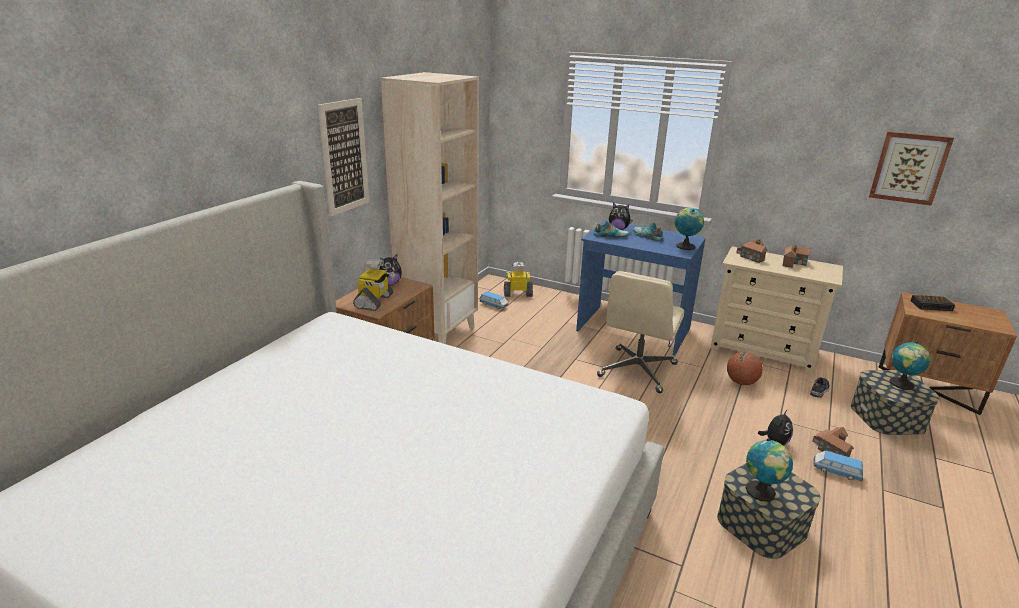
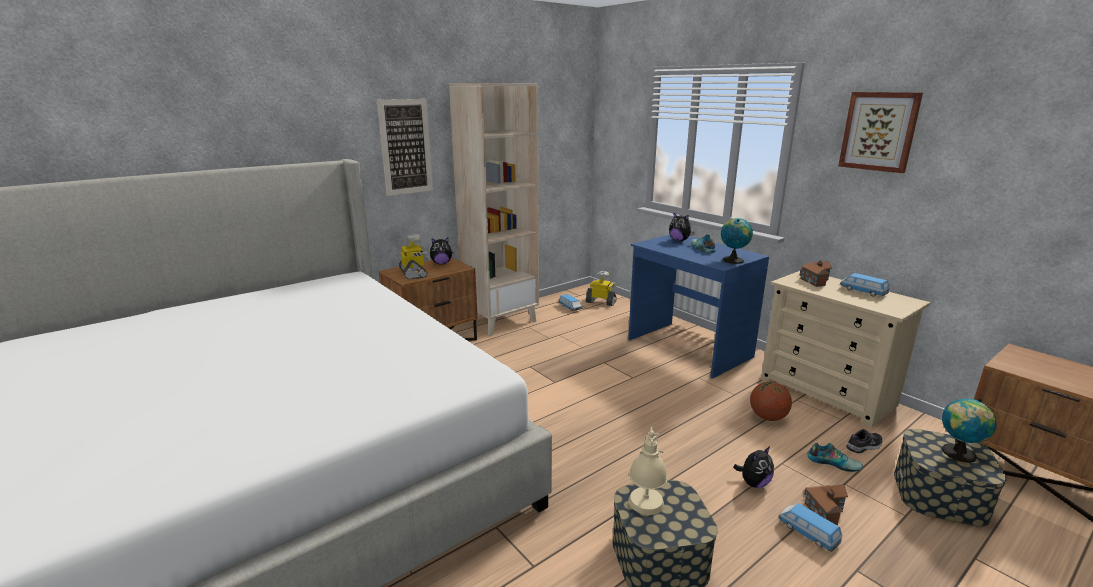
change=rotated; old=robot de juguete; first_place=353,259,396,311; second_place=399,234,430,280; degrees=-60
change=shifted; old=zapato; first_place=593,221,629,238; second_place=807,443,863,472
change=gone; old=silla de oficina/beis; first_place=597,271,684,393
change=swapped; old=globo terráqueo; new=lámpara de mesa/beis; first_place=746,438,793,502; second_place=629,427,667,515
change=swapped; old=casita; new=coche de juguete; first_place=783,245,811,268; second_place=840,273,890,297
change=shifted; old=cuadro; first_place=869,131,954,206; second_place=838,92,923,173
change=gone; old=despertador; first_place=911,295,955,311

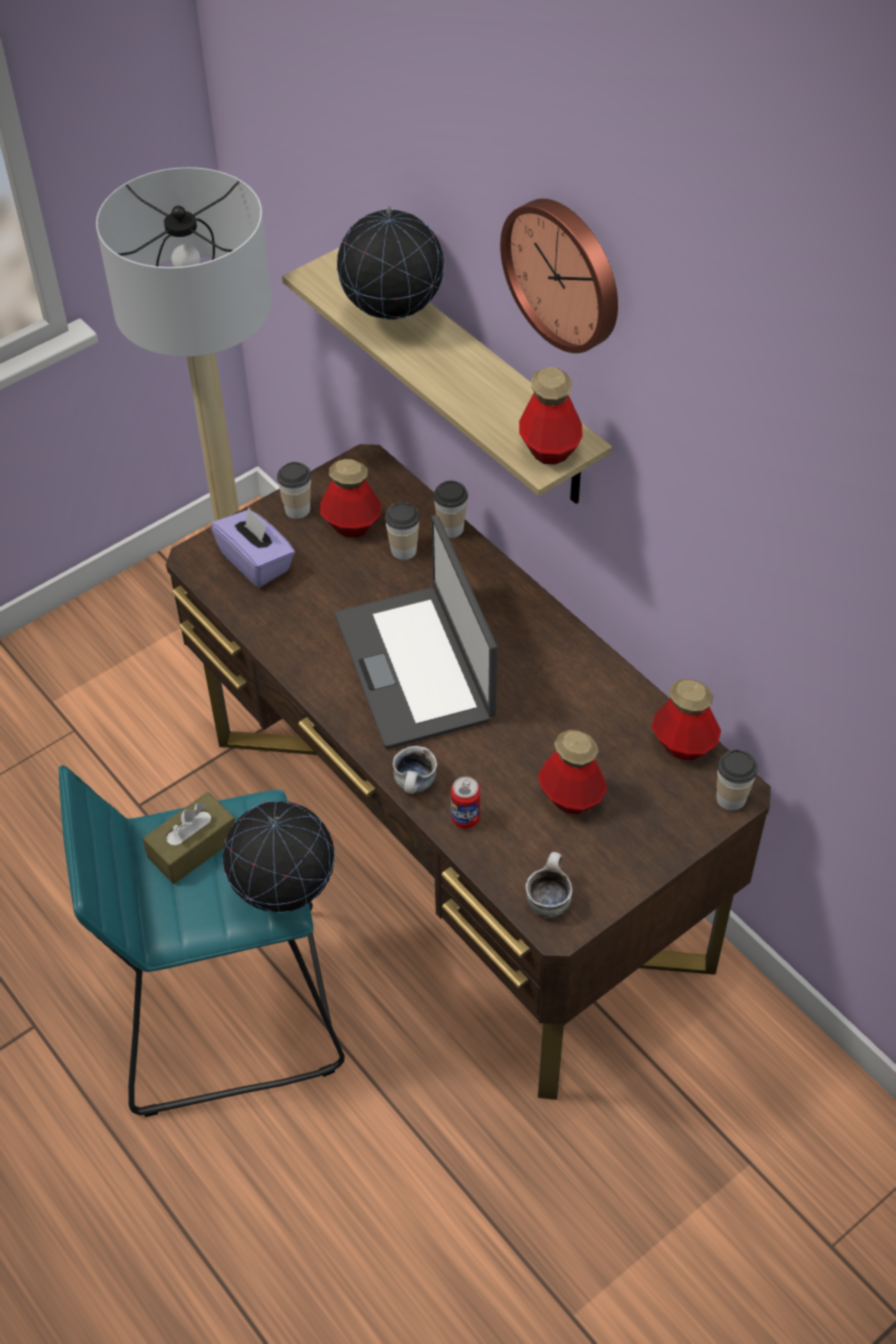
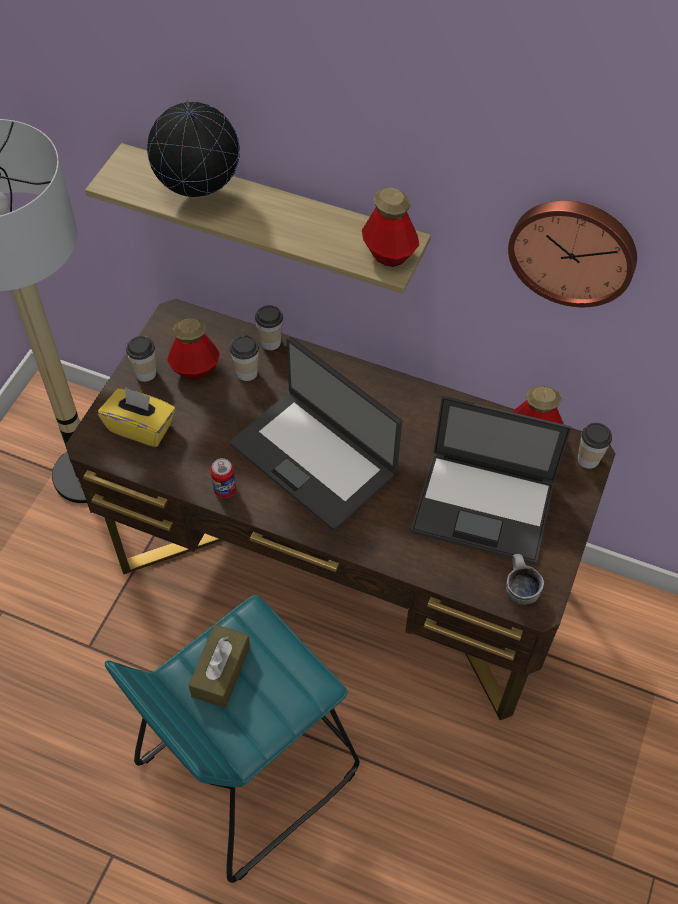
change=repainted; old=caja de pañuelos/morado; new=caja de pañuelos/amarillo; first_place=211,507,295,588; second_place=98,387,175,447
change=gone; old=globo terráqueo; first_place=223,801,335,913
change=gone; old=taza grande; first_place=393,746,437,794
change=shifted; old=lata; first_place=451,777,480,829; second_place=210,458,236,498
change=shifted; old=reloj de pared; first_place=500,199,618,353; second_place=508,200,637,307
change=swapped; old=botella; new=portátil; first_place=538,729,608,814; second_place=411,396,572,565

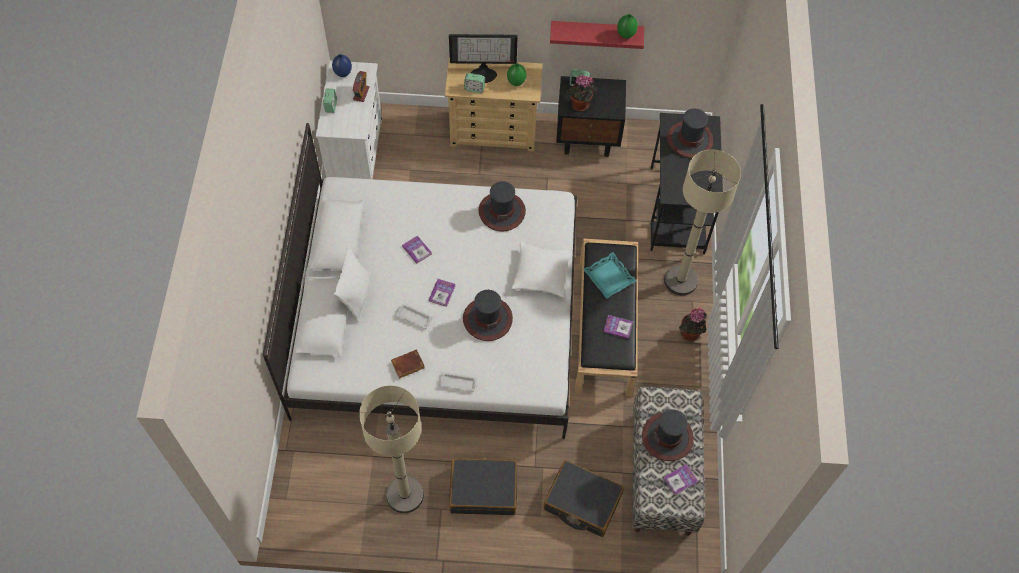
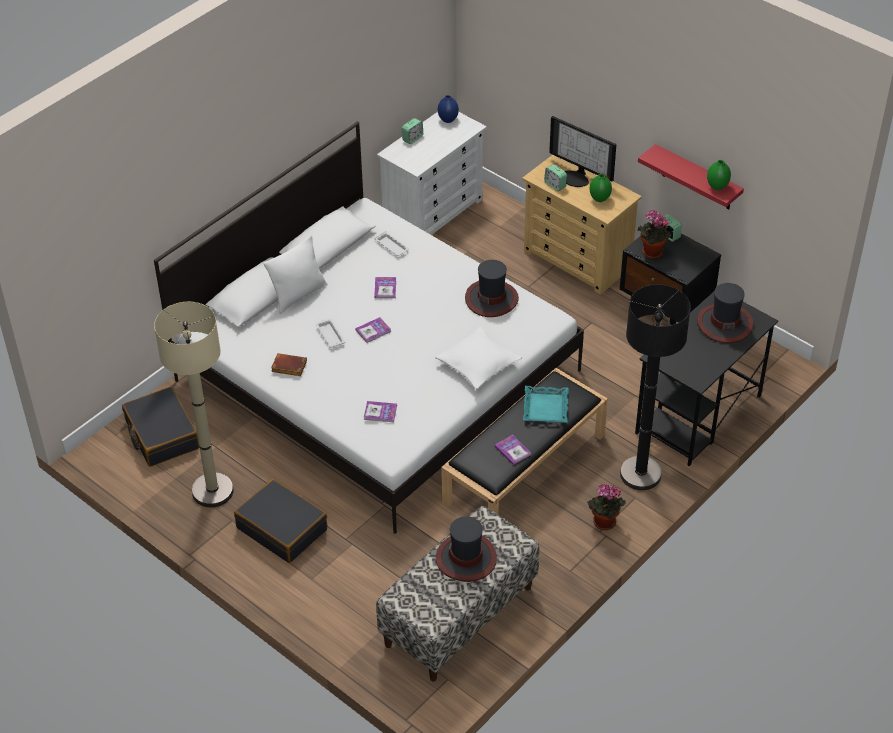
change=gone; old=despertador; first_place=353,71,369,102
change=shifted; old=bandeja/blanco; first_place=439,372,478,392; second_place=374,231,409,256
change=gone; old=sombrero; first_place=463,290,513,341
change=shifted; old=maleta/negro; first_place=544,460,624,537; second_place=122,387,199,467
change=shifted; old=libro; first_place=663,464,698,495; second_place=364,401,397,422
change=repainted; old=lámpara de pie/beis; new=lámpara de pie/negro; first_place=664,149,741,296; second_place=620,284,691,490

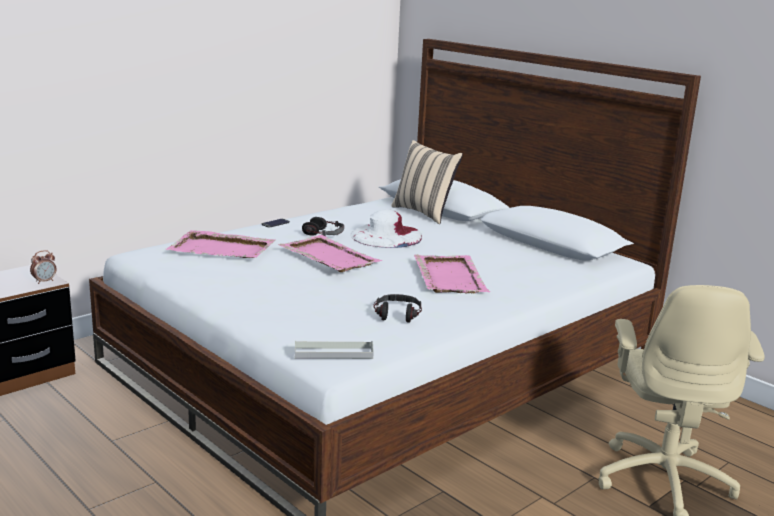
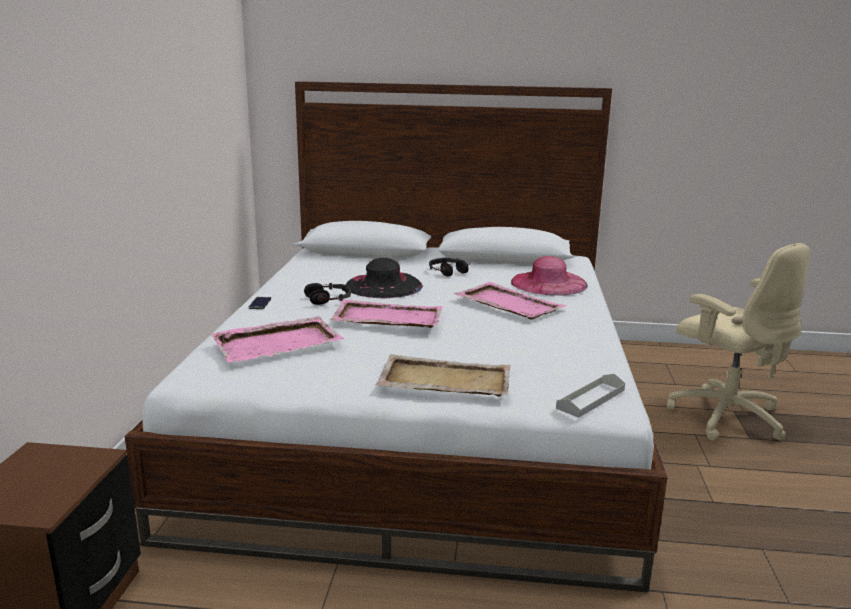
change=gone; old=despertador; first_place=30,250,56,284
change=repainted; old=sombrero/blanco; new=sombrero/negro; first_place=350,209,422,248; second_place=345,258,423,298
change=shifted; old=auriculares; first_place=373,294,422,323; second_place=429,258,469,277
change=gone; old=cojín/beis; first_place=391,140,463,224
change=new; new=bandeja/beis; second_place=376,354,511,397
change=new; new=sombrero/rosa; second_place=511,256,588,296

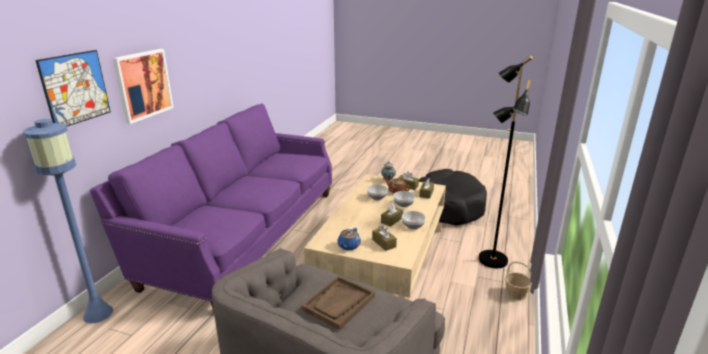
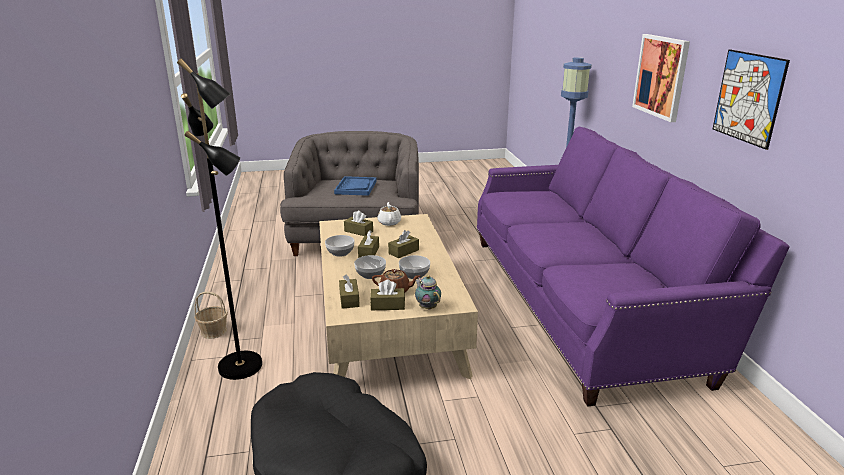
change=shifted; old=cuadro; first_place=35,50,111,127; second_place=713,49,790,150
change=repainted; old=bandeja/marrón; new=bandeja/azul; first_place=301,276,375,330; second_place=334,176,377,196
change=repainted; old=tetera/azul; new=tetera/blanco; first_place=337,228,361,250; second_place=377,202,401,226
change=new; new=caja de pañuelos/marrón; second_place=388,230,419,258

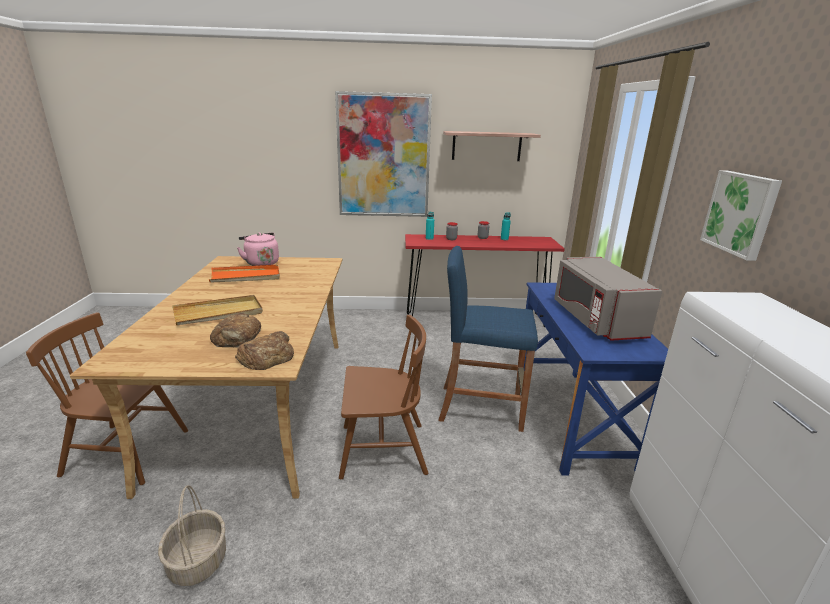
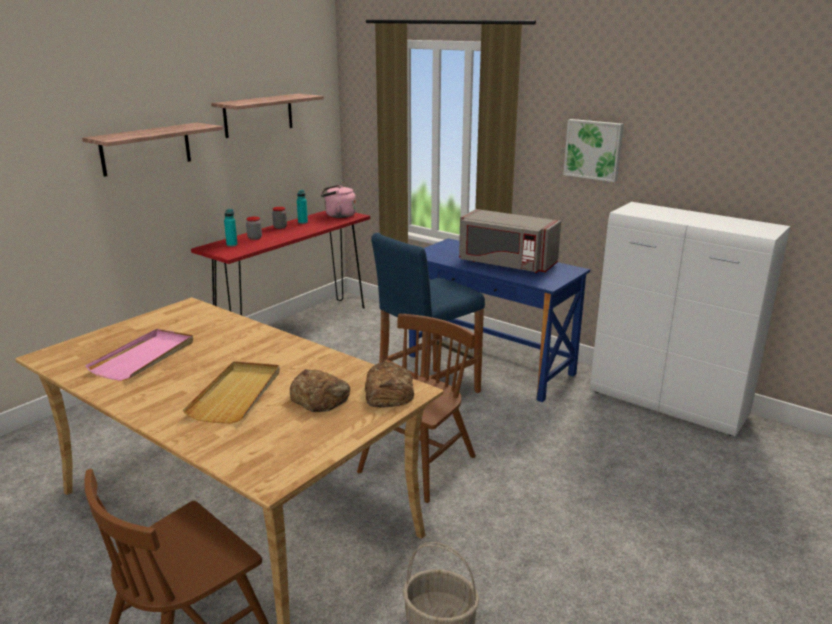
change=repainted; old=bandeja/naranja; new=bandeja/rosa; first_place=209,265,280,283; second_place=85,329,193,381
change=shifted; old=hervidor/rosa; first_place=237,233,279,266; second_place=321,184,356,218
change=swapped; old=cuadro; new=estante; first_place=335,91,432,217; second_place=82,123,223,177

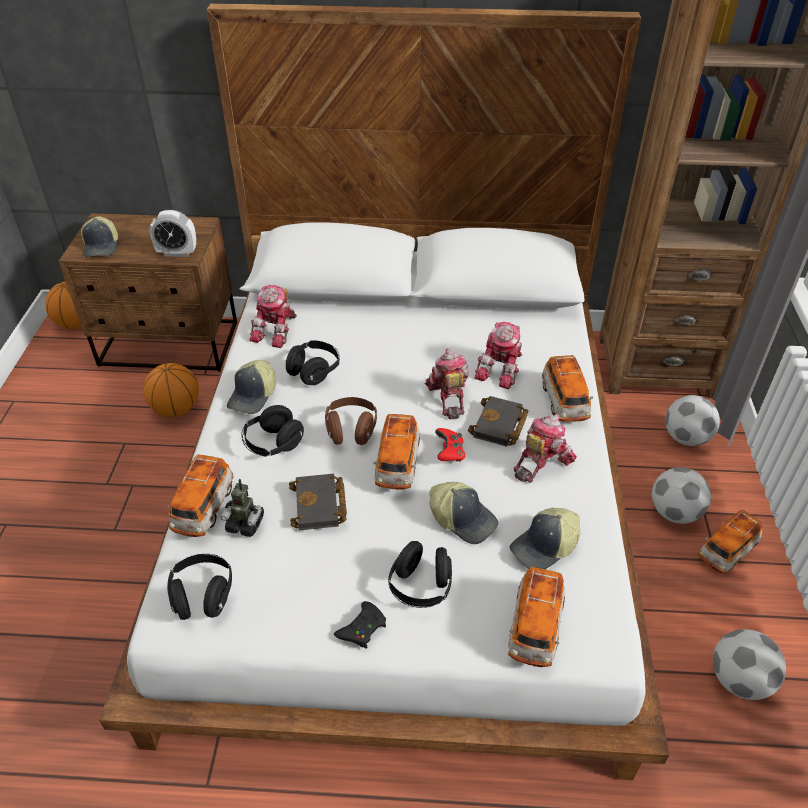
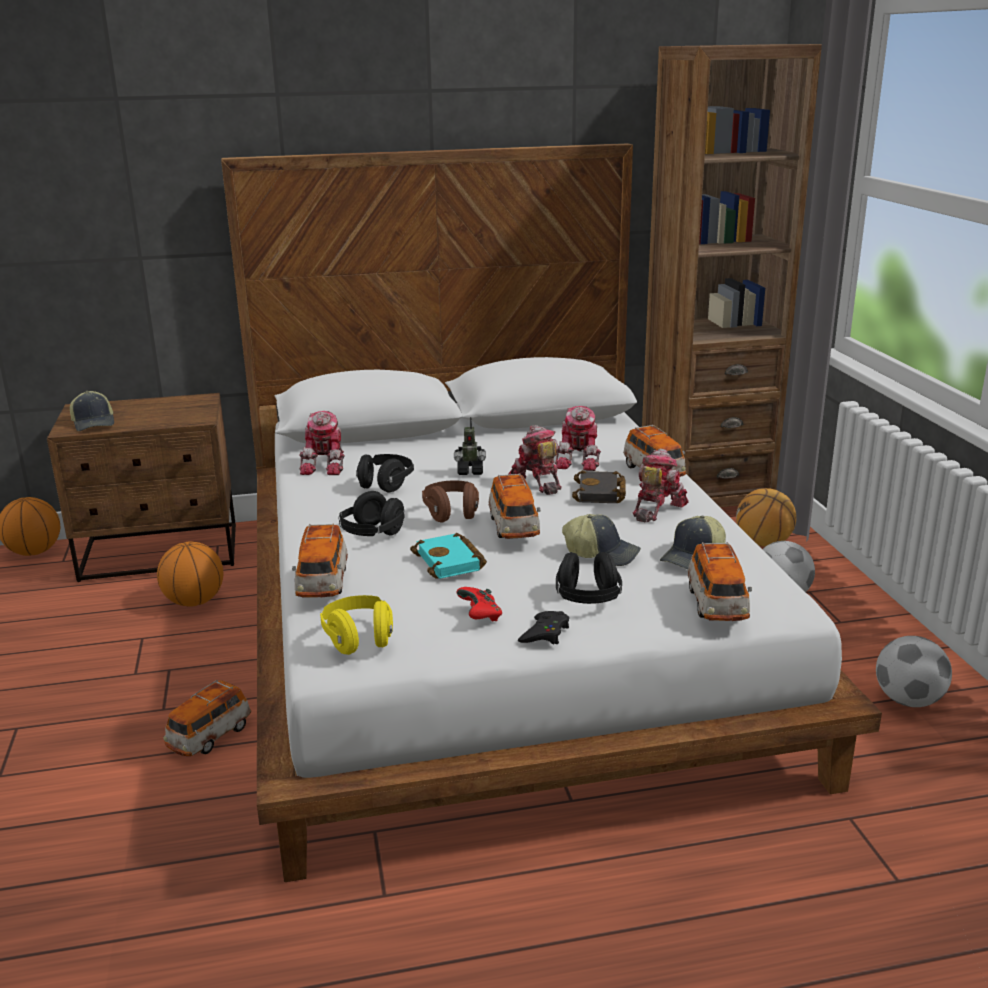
change=gone; old=despertador; first_place=149,210,196,257
change=repainted; old=auriculares/negro; new=auriculares/amarillo; first_place=167,554,232,620; second_place=320,595,393,655
change=shifted; old=robot de juguete; first_place=220,479,264,537; second_place=454,417,486,475
change=gone; old=gorra; first_place=226,360,276,414
change=repainted; old=libro/negro; new=libro/turquesa; first_place=289,474,347,530; second_place=410,533,487,579
change=shifted; old=mando de consola/rojo; first_place=435,428,465,462; second_place=456,587,502,622
change=swapped; old=balón de fútbol; new=balón de baloncesto; first_place=665,395,720,446; second_place=736,488,796,547
change=shifted; old=coche de juguete; first_place=698,510,763,574; second_place=164,680,252,756

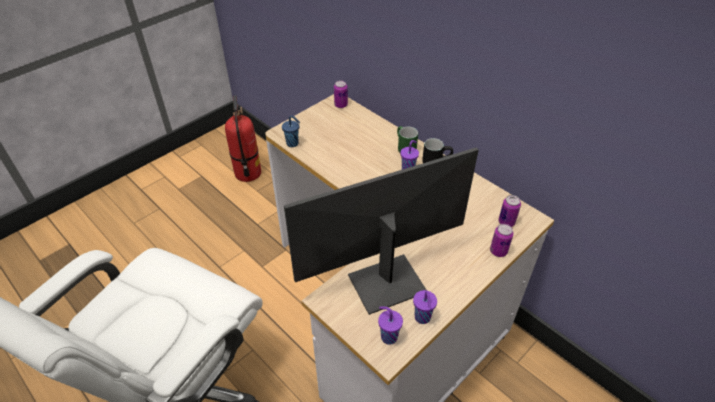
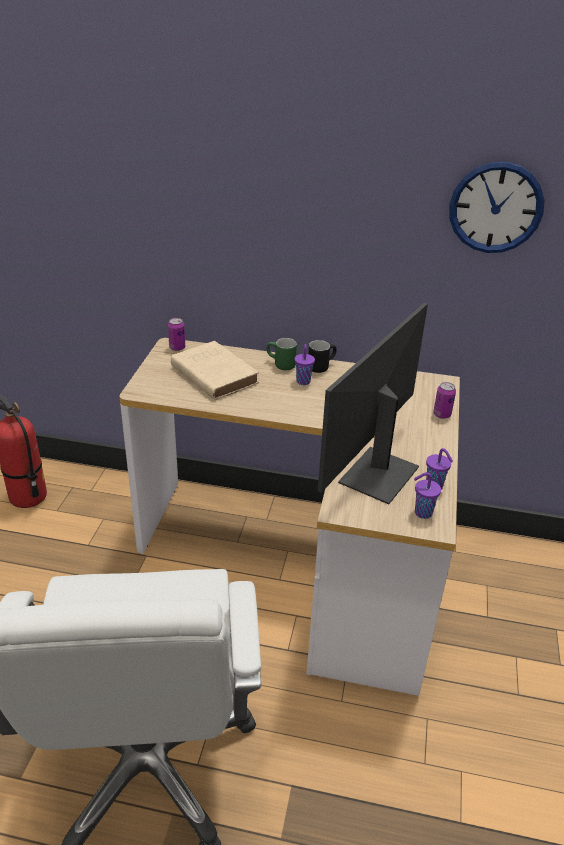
change=gone; old=taza/azul; first_place=282,116,300,147
change=gone; old=lata; first_place=499,195,521,227
change=new; new=libro/beis; second_place=171,341,259,400
change=new; new=reloj de pared; second_place=449,162,544,253

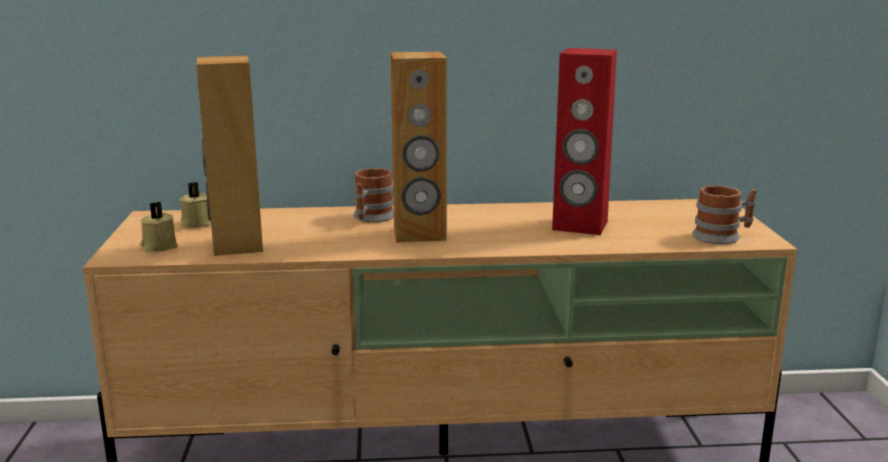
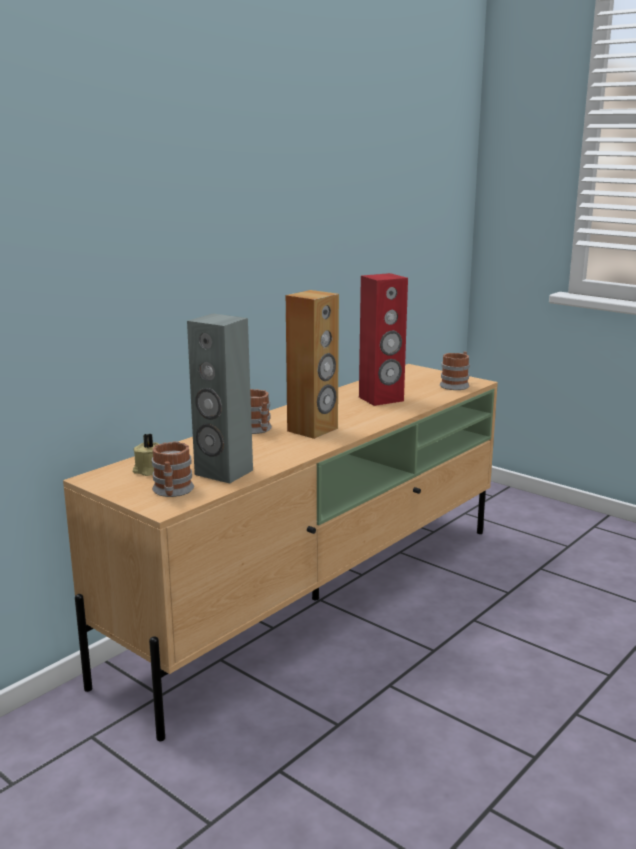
change=swapped; old=vela/beis; new=taza grande; first_place=140,202,178,252; second_place=152,441,194,497
change=repainted; old=altavoz/marrón; new=altavoz/gris; first_place=196,56,263,256; second_place=187,314,253,484

